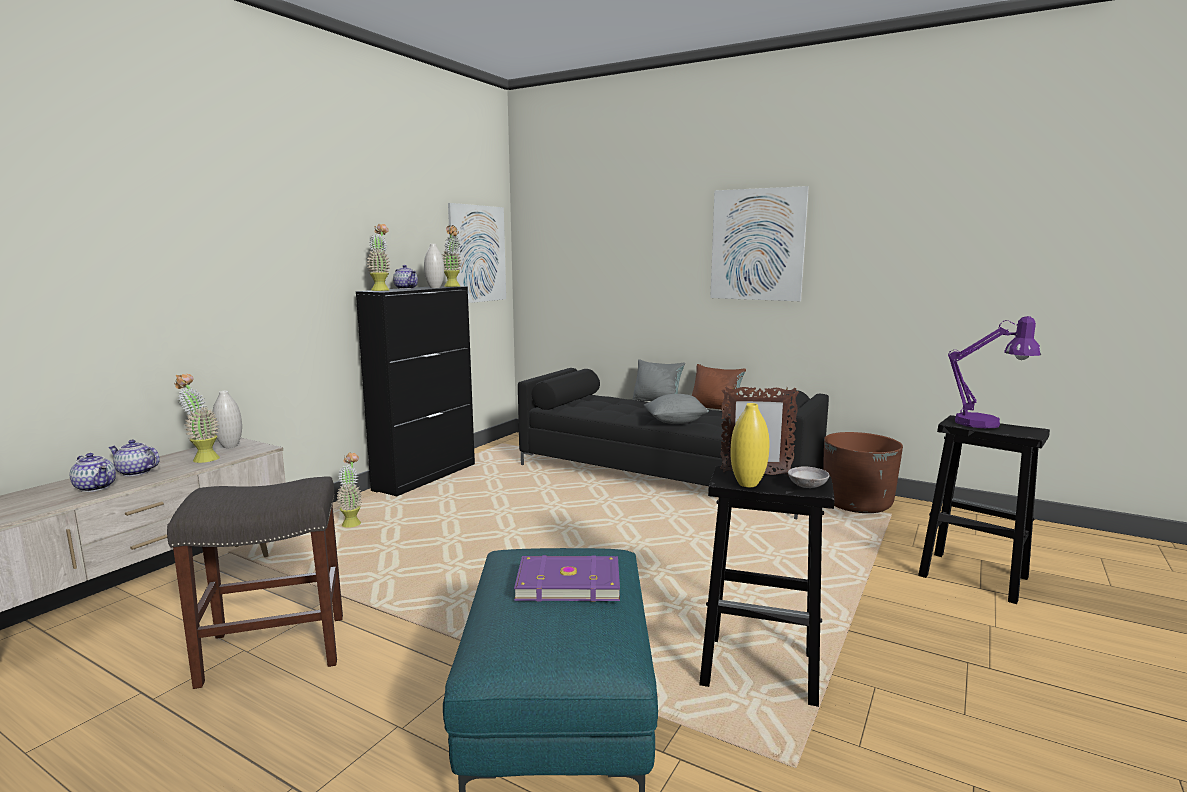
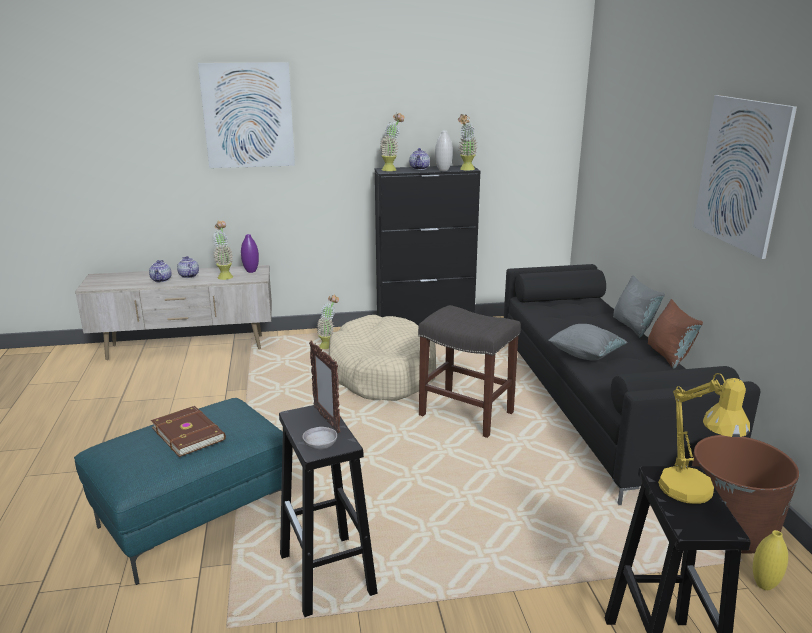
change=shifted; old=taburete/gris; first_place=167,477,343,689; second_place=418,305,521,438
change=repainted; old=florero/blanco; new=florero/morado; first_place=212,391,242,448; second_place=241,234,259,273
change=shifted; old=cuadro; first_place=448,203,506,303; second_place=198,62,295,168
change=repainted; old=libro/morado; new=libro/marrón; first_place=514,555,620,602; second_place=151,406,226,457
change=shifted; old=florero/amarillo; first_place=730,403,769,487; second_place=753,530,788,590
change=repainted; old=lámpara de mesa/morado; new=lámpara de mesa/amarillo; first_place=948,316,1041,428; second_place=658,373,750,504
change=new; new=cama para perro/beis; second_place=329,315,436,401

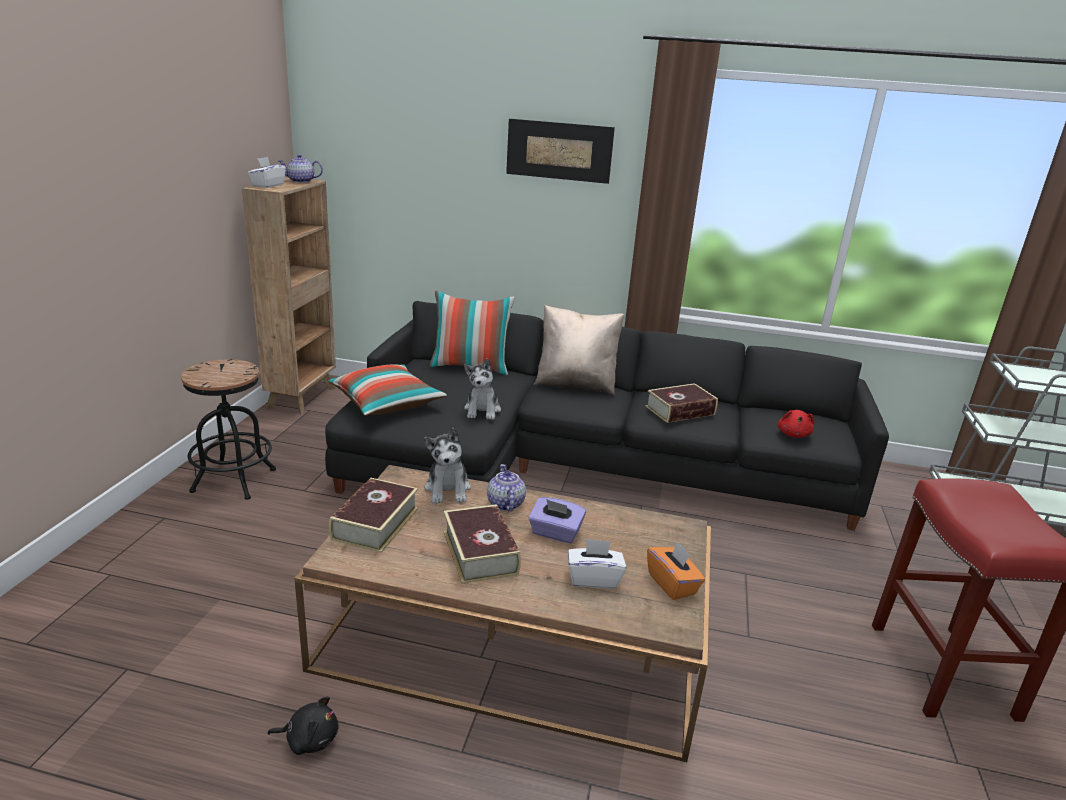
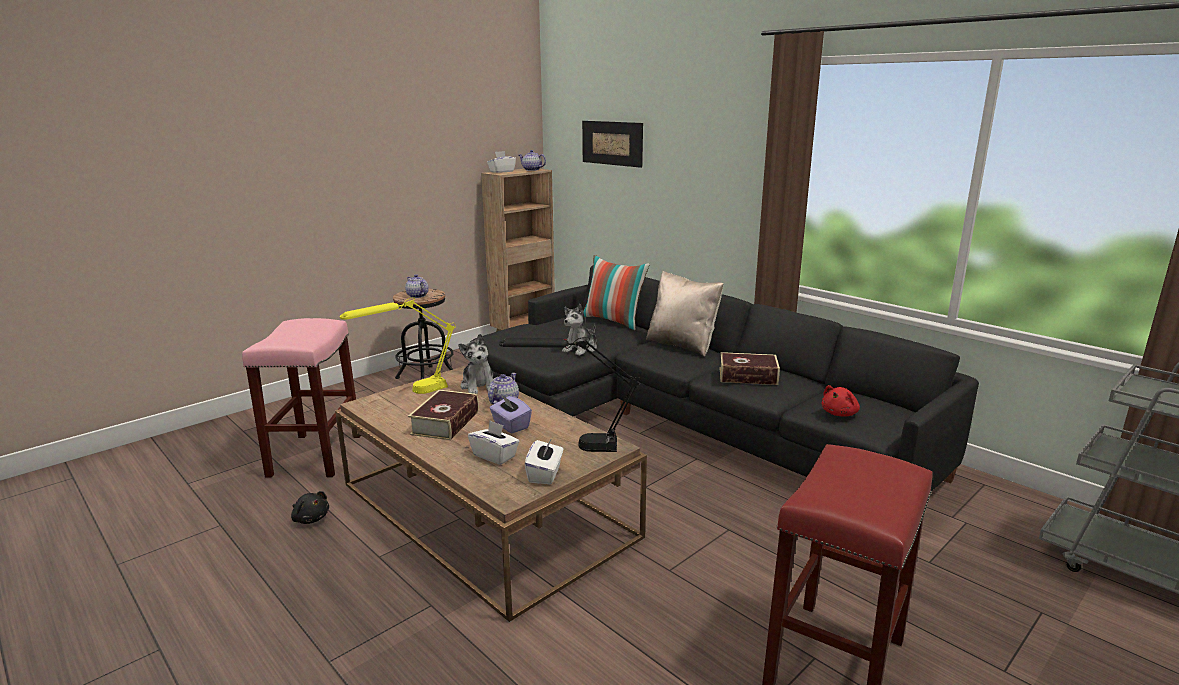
change=gone; old=cojín; first_place=328,364,447,416
change=swapped; old=libro; new=lámpara de mesa/amarillo; first_place=329,478,418,553; second_place=340,297,456,394
change=rotated; old=peluche; first_place=424,428,471,504; second_place=458,334,493,394; degrees=-45
change=shifted; old=cuadro; first_place=506,119,615,184; second_place=582,121,643,168
change=repainted; old=caja de pañuelos/naranja; new=caja de pañuelos/blanco; first_place=647,542,705,600; second_place=525,438,563,484
change=new; new=taburete/rosa; second_place=242,318,361,478
change=new; new=tetera; second_place=405,274,429,298
change=new; new=lámpara de mesa/negro; second_place=499,337,641,452

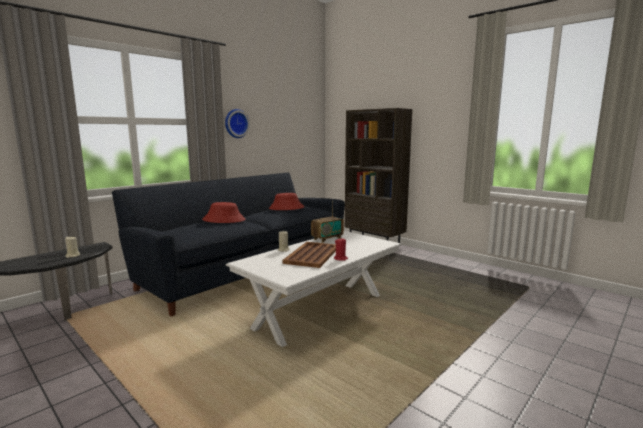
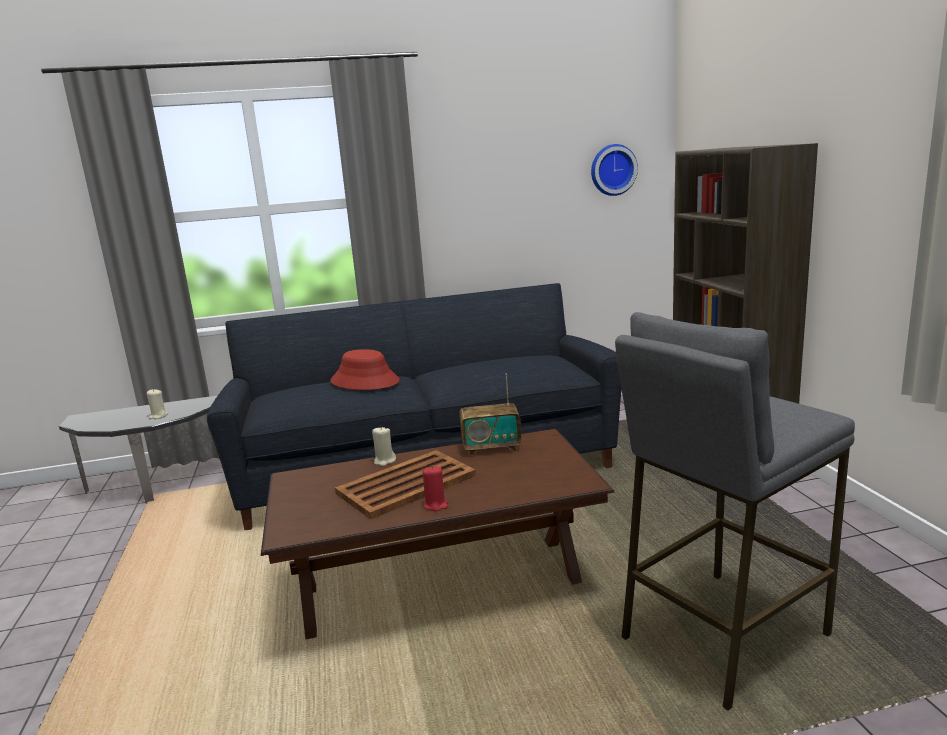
change=shifted; old=reloj de pared; first_place=225,109,250,138; second_place=591,144,638,196
change=repainted; old=mesa de centro/blanco; new=mesa de centro/marrón; first_place=226,231,402,347; second_place=261,429,614,640
change=gone; old=sombrero/rojo; first_place=269,193,305,210
change=new; new=taburete/gris; second_place=615,312,855,711

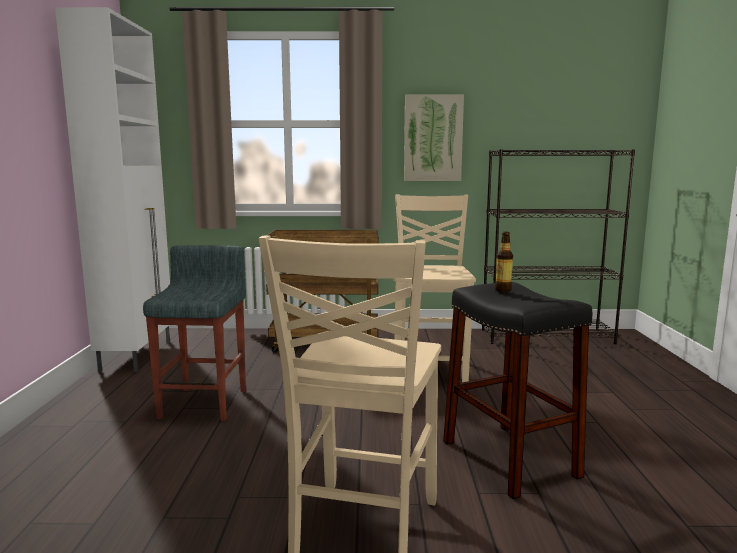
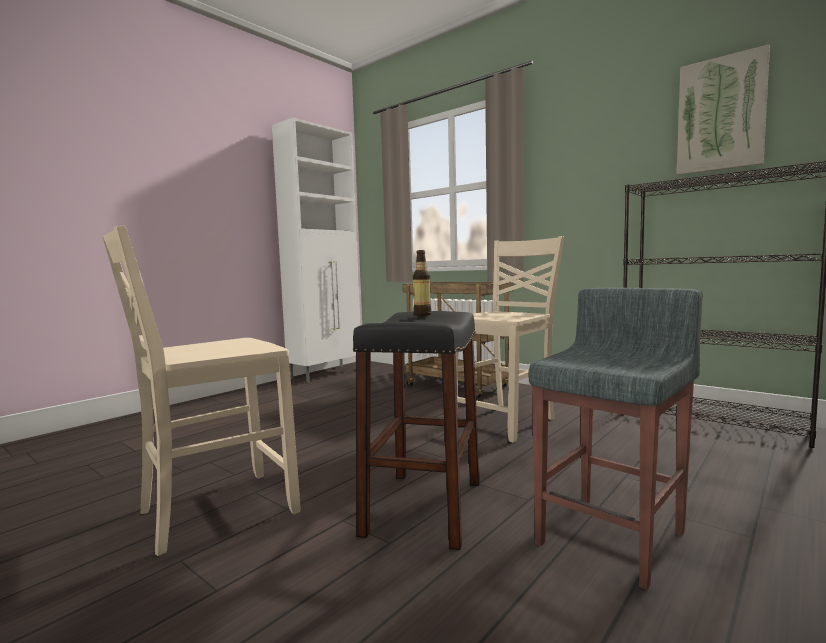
change=shifted; old=taburete/gris; first_place=143,245,246,421; second_place=528,288,703,590
change=shifted; old=cuadro; first_place=404,94,464,181; second_place=677,44,770,175

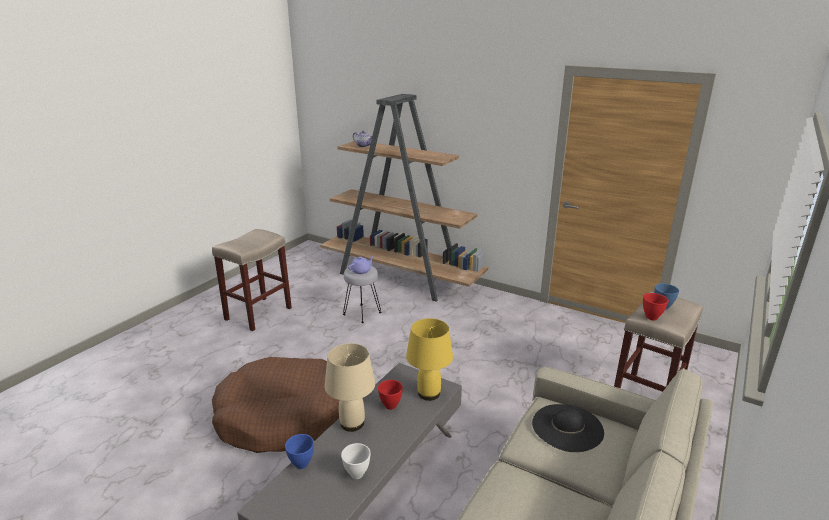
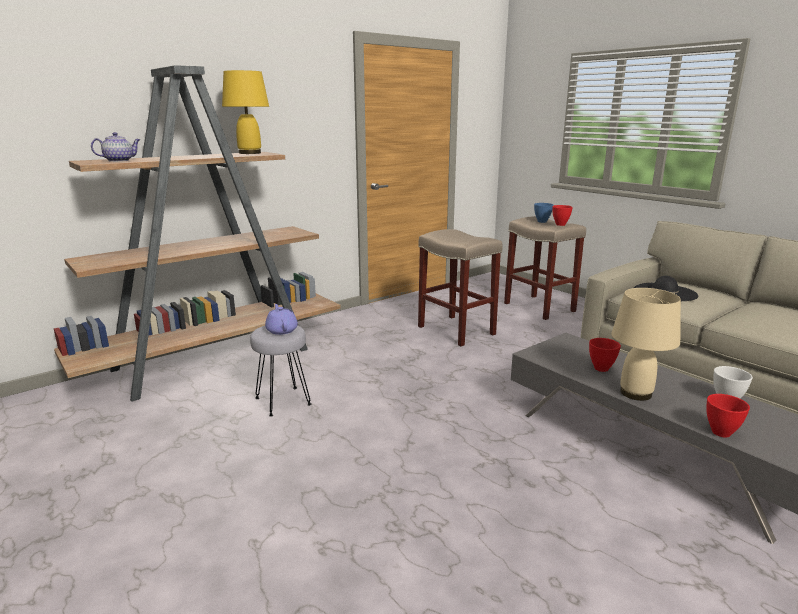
change=shifted; old=taburete/beis; first_place=212,229,292,331; second_place=418,229,503,346
change=gone; old=cama para perro/marrón; first_place=212,357,339,453
change=repainted; old=cuenco/azul; new=cuenco/rojo; first_place=285,434,314,469; second_place=706,394,750,438
change=shifted; old=lámpara de mesa/amarillo; first_place=406,318,453,401; second_place=222,70,269,154

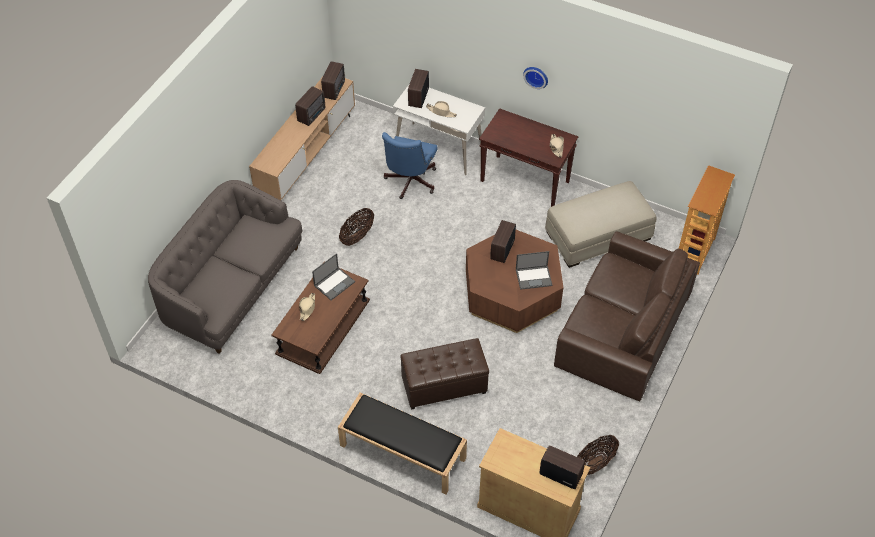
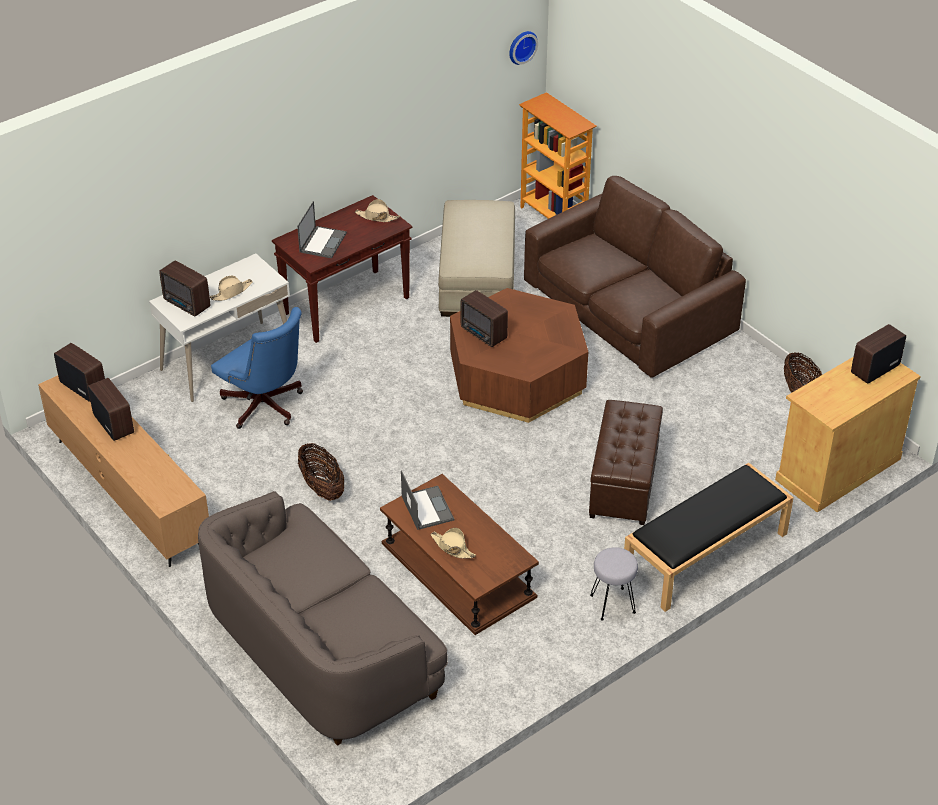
change=shifted; old=portátil; first_place=516,251,552,290; second_place=297,201,347,258
change=shifted; old=reloj de pared; first_place=523,67,548,89; second_place=509,31,538,65
change=new; new=taburete/gris; second_place=590,547,638,621

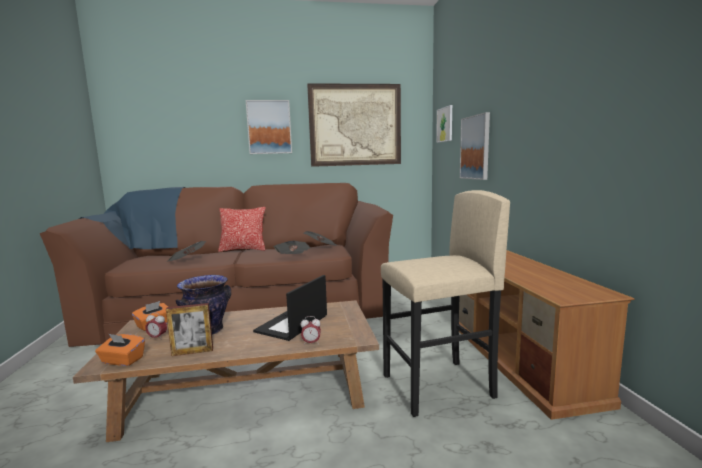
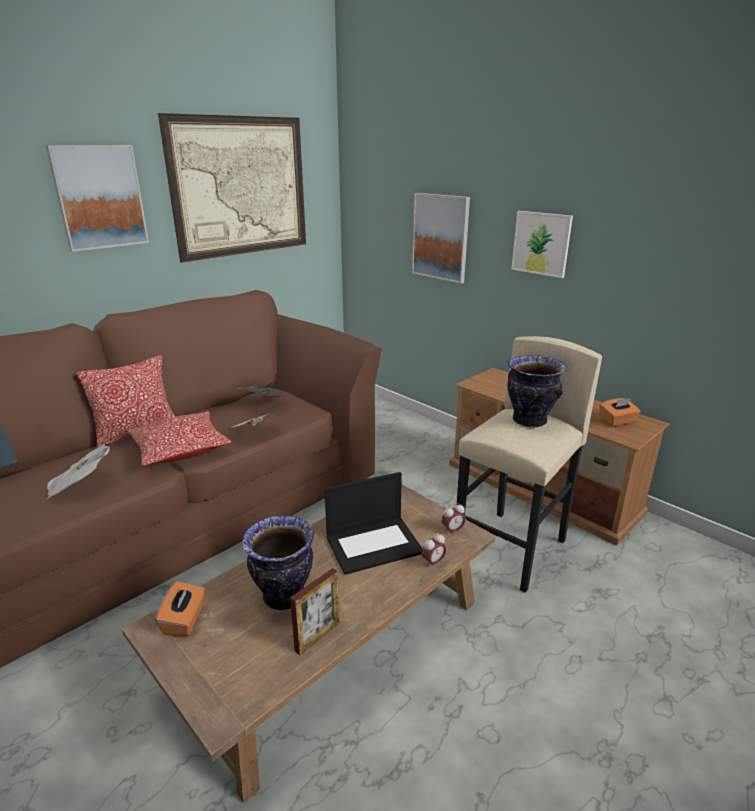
change=shifted; old=caja de pañuelos/naranja; first_place=95,334,145,366; second_place=599,398,641,427
change=shifted; old=despertador; first_place=145,312,167,340; second_place=442,503,466,535
change=rotated; old=portátil; first_place=253,275,327,341; second_place=324,472,423,575; degrees=-105
change=shifted; old=cuadro; first_place=436,105,452,143; second_place=511,211,573,278
change=new; new=cojín; second_place=127,411,232,467
change=new; new=florero; second_place=507,355,567,428

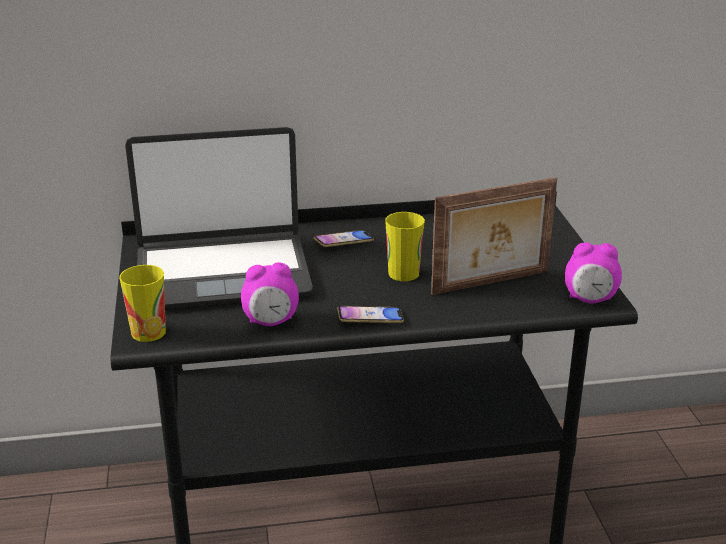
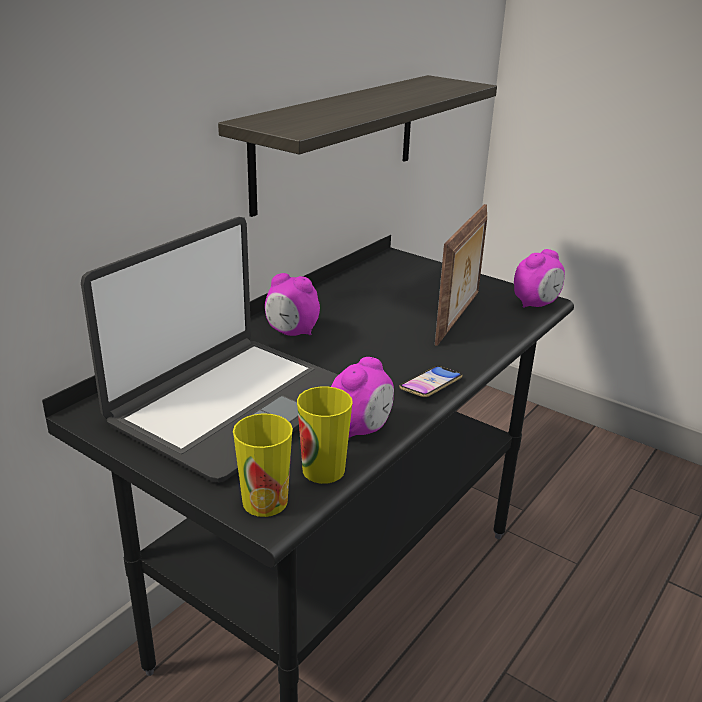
change=swapped; old=móvil; new=despertador; first_place=314,230,374,247; second_place=265,273,320,336
change=shifted; old=taza; first_place=385,212,425,281; second_place=297,386,353,484
change=new; new=estante; second_place=218,75,497,217

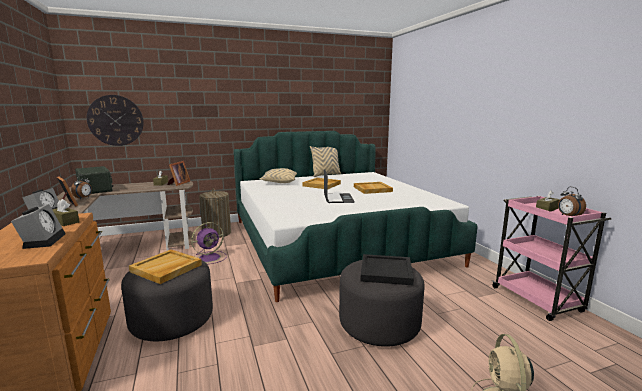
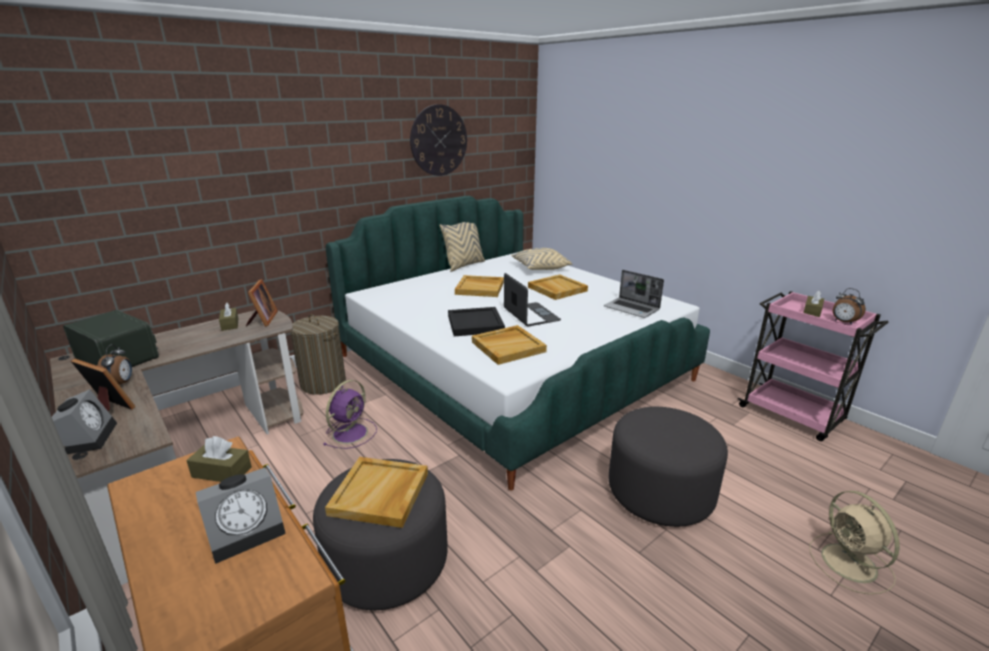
change=rotated; old=despertador; first_place=11,204,66,249; second_place=196,467,286,564; degrees=90
change=shifted; old=reloj de pared; first_place=87,95,144,146; second_place=410,104,467,176
change=shifted; old=cojín/beis; first_place=260,168,297,183; second_place=511,248,572,270
change=shifted; old=bandeja/negro; first_place=361,254,414,285; second_place=448,307,505,336
change=new; new=bandeja/beis; second_place=472,325,547,365
change=new; new=portátil; second_place=604,270,664,318

